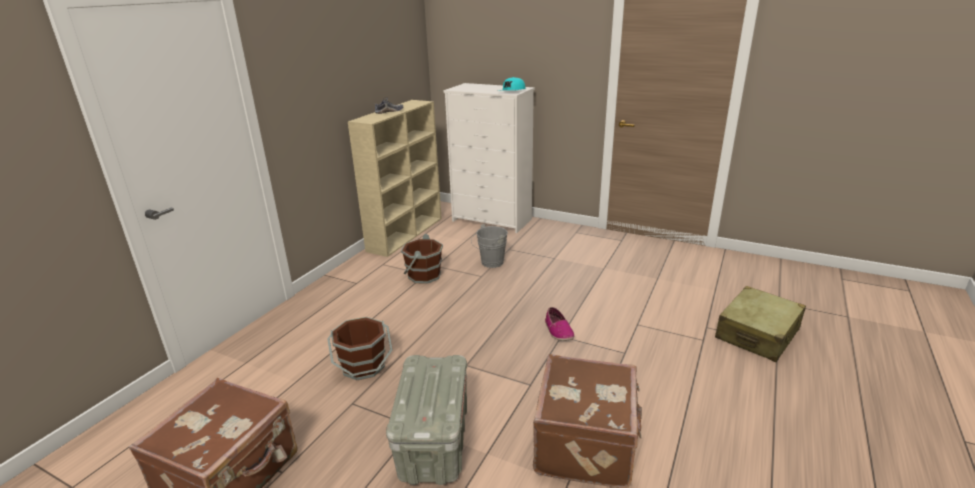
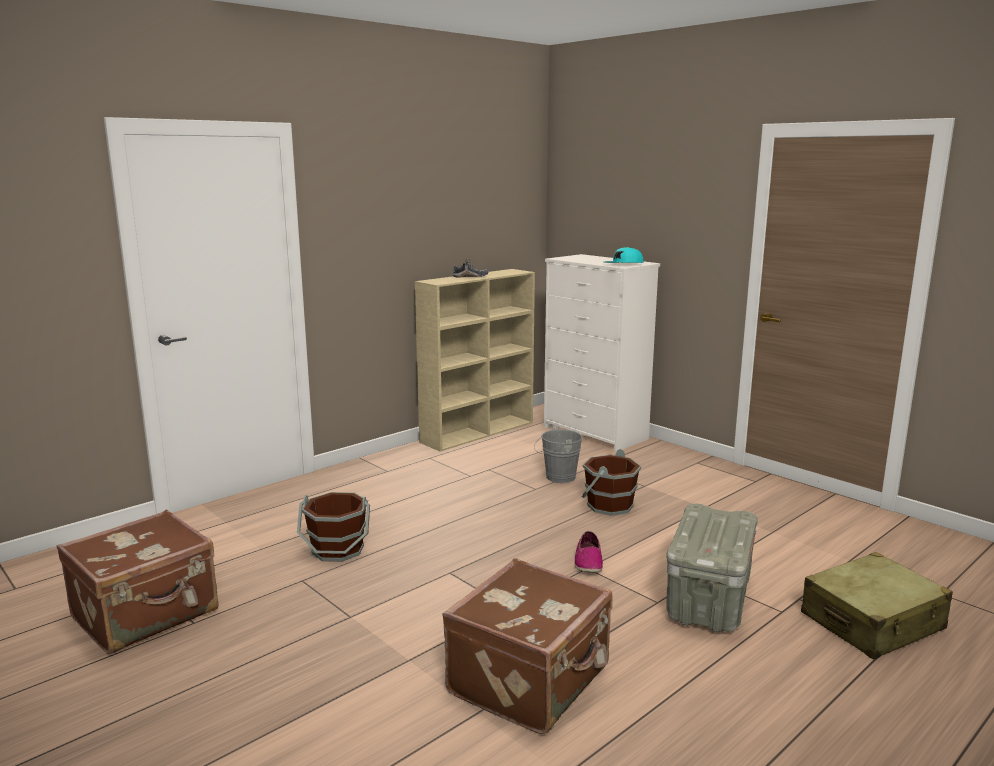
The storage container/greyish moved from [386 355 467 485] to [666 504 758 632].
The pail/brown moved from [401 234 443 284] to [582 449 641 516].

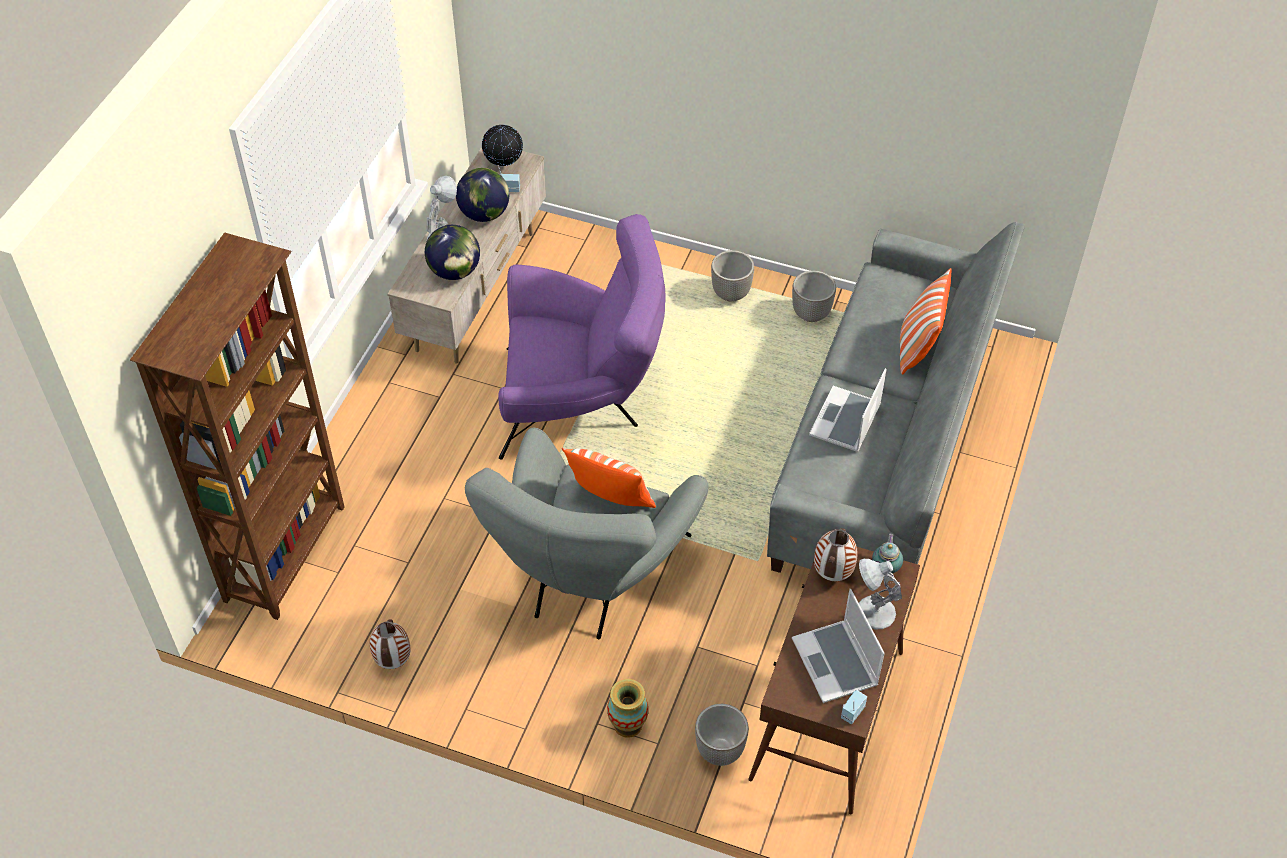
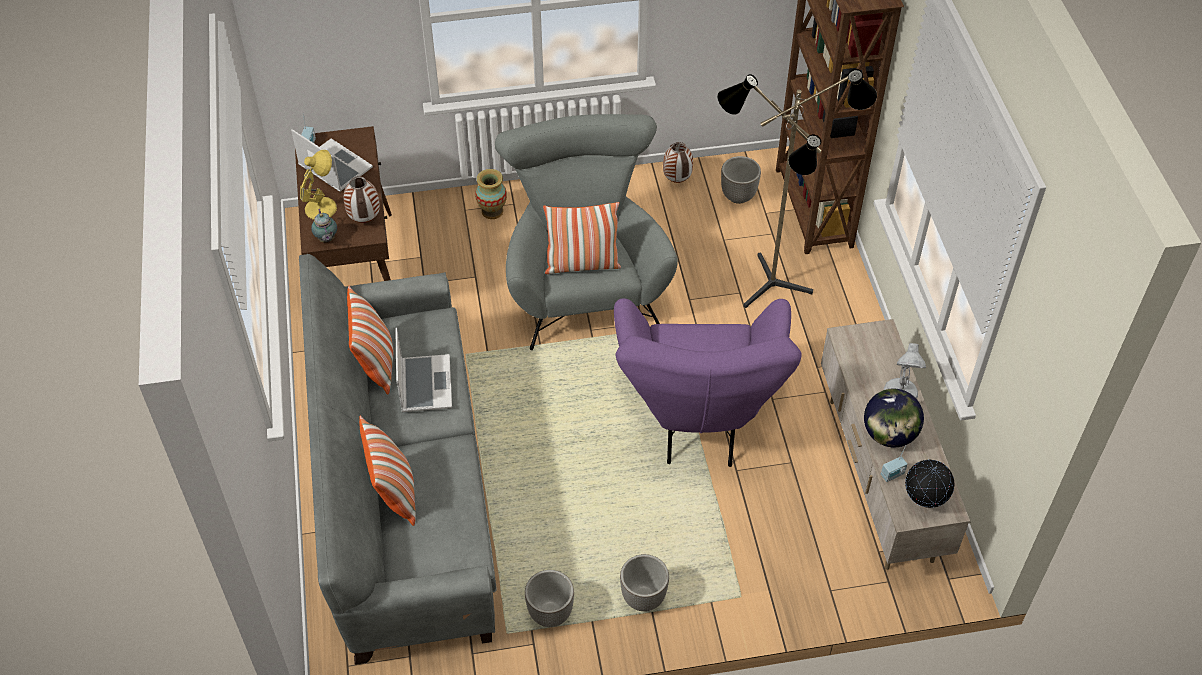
The world globe at [425 225 480 280] disappeared.
The easy chair/purple-coloured at [498 214 665 460] turned 60 degrees counterclockwise.
The plant pot moved from [695 704 749 766] to [721 156 761 204].
The tabletop lamp/whitish at [859 559 902 630] became the tabletop lamp/yellow-coloured at [300 150 337 220].
The cushion at [347 286 393 395] appeared.
The floor lamp at [717 69 877 308] appeared.

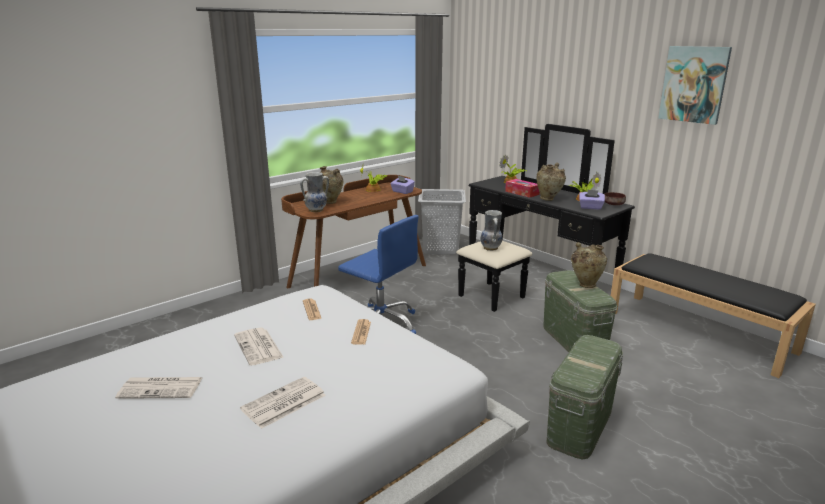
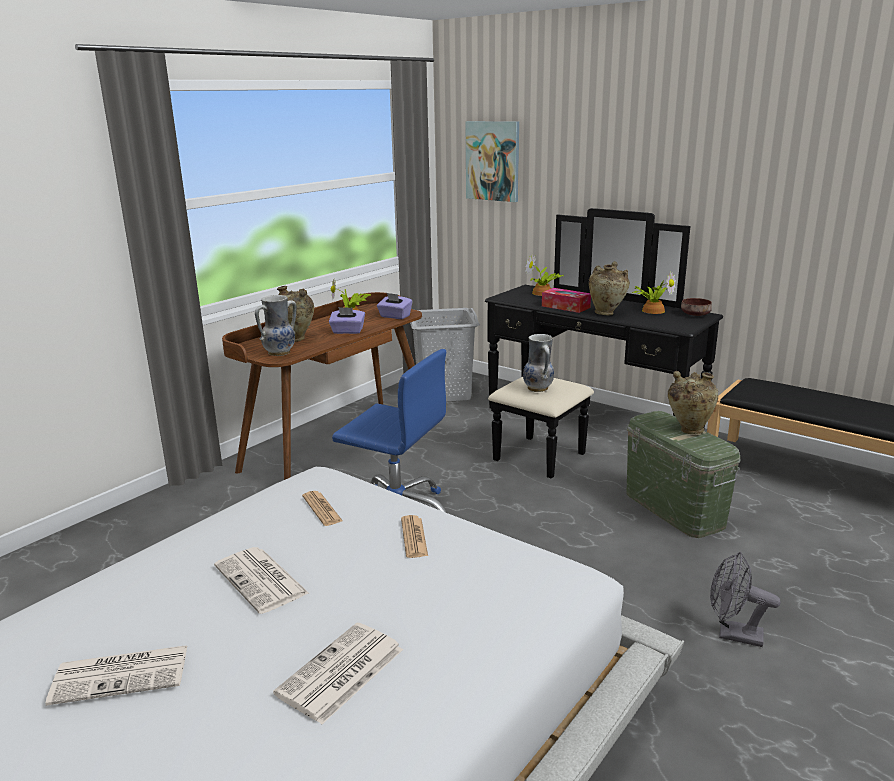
The storage container/green at [547 335 623 460] was replaced by the fan/greyish at [710 552 781 647].
The tissue holder/purple-coloured moved from [579 189 605 210] to [329 307 365 334].
The picture moved from [658 46 732 125] to [466 121 519 202].

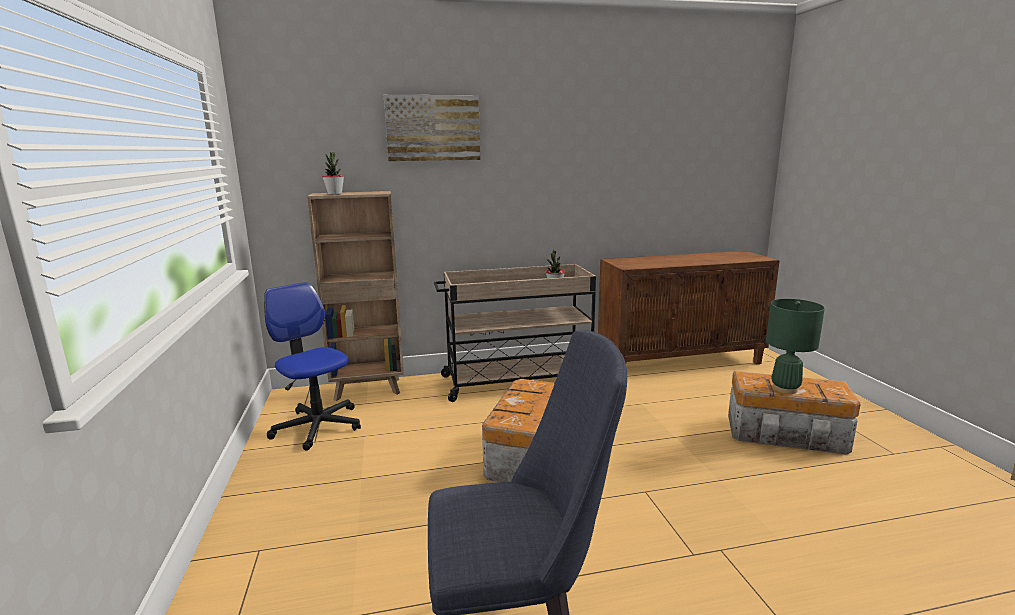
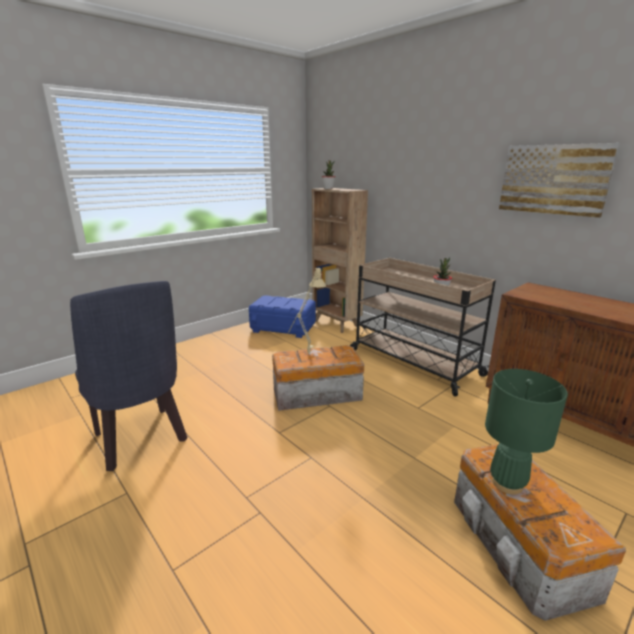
The office chair at [264 282 361 451] was replaced by the storage container/bluish at [249 295 316 338].
The picture moved from [384 95 480 162] to [499 143 620 218].
The tabletop lamp/beige at [290 268 326 353] appeared.

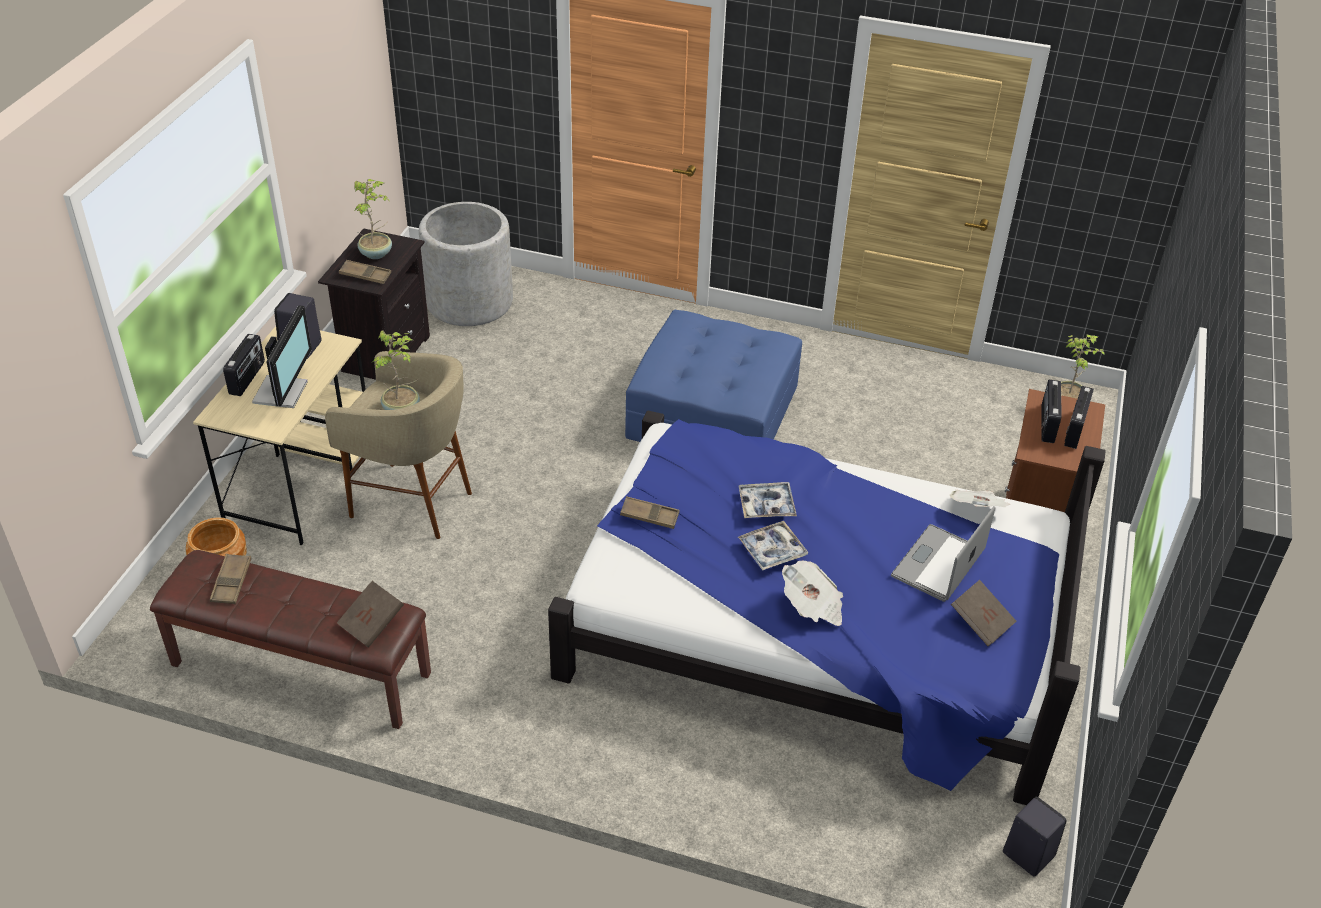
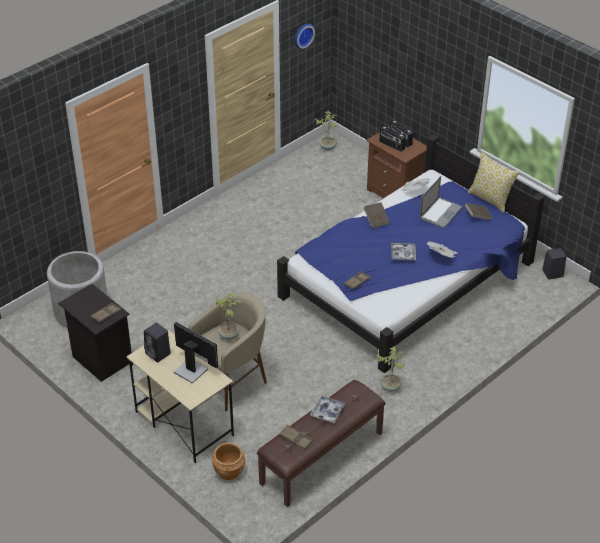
The radio at [223 334 265 396] disappeared.
The bound book/brown moved from [337 581 404 648] to [364 202 390 228].
The plant in a pot moved from [354 179 392 259] to [376 346 404 392].
The footrest/bluish at [625 310 802 442] disappeared.
The serving tray moved from [739 482 797 518] to [310 395 346 423].
The laptop at [891 506 995 602] turned 120 degrees counterclockwise.
The wall clock at [295 24 315 49] appeared.
The cushion at [468 152 519 213] appeared.

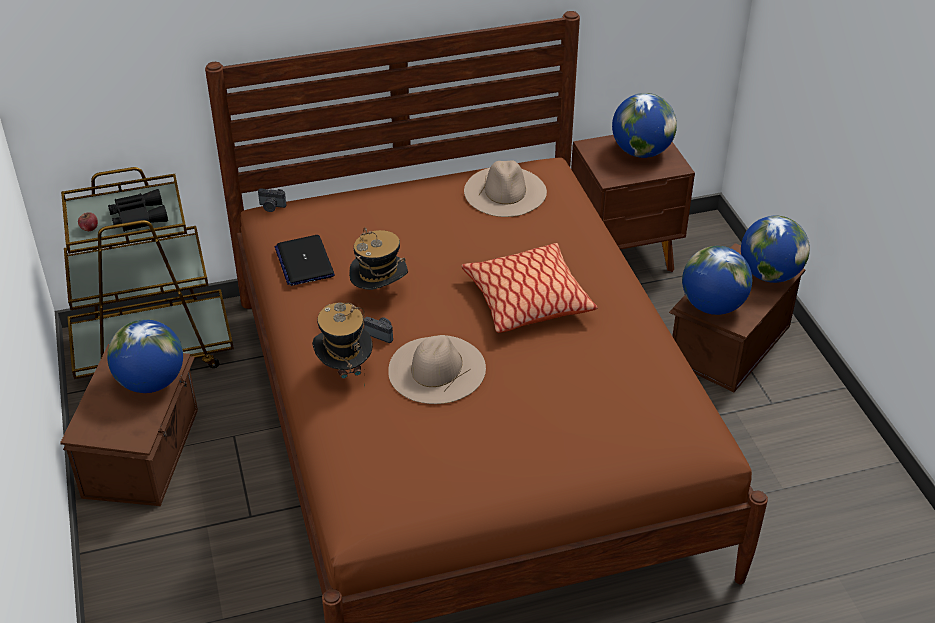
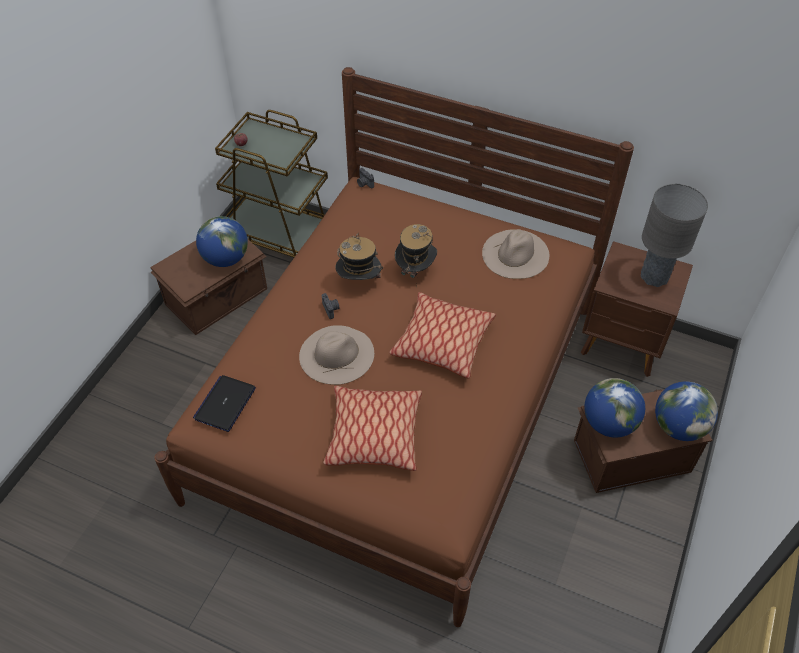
The pair of binoculars/black at [108 189 168 232] disappeared.
The laptop moved from [275 235 335 286] to [193 375 256 432].
The hat moved from [312 302 373 387] to [395 224 437 287].
The world globe at [612 93 677 158] was replaced by the tabletop lamp/greyish at [641 184 708 287].
The cushion at [323 386 422 471] appeared.

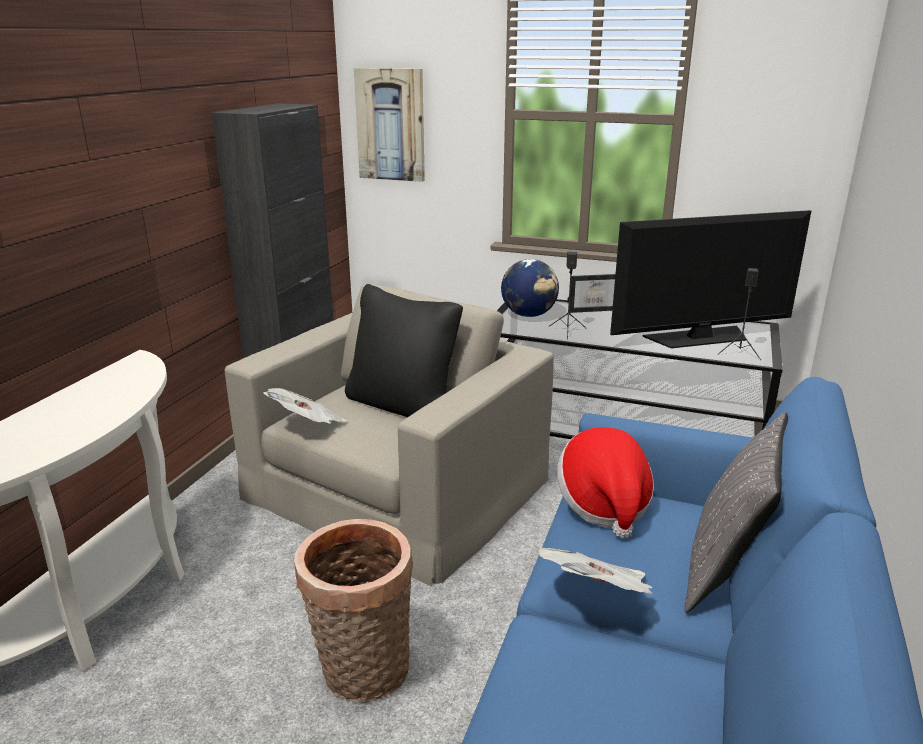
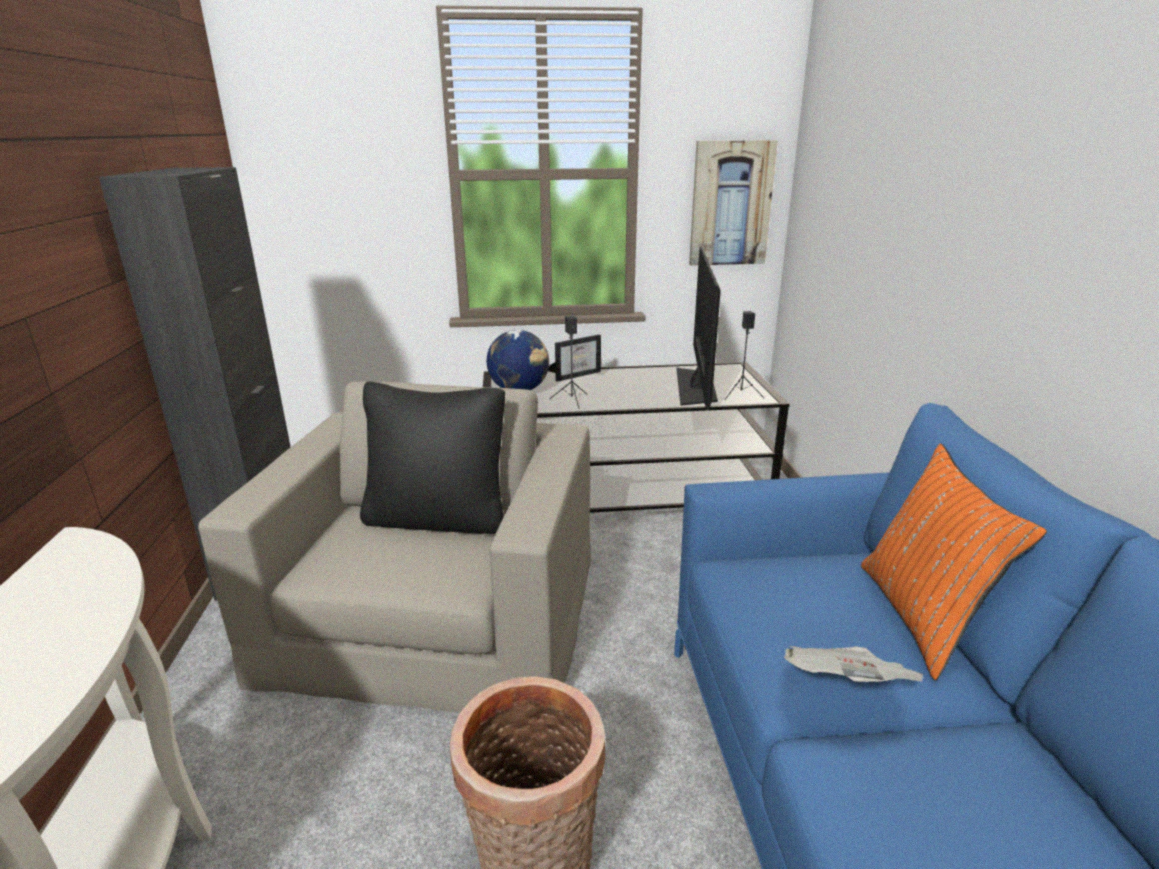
The daily paper at [263 388 347 424] disappeared.
The picture moved from [354 68 425 182] to [689 140 778 266].
The hat at [557 427 654 538] disappeared.
The TV set at [610 210 811 348] turned 45 degrees counterclockwise.
The cushion/greyish at [685 412 788 613] became the cushion/orangey at [861 444 1047 680].

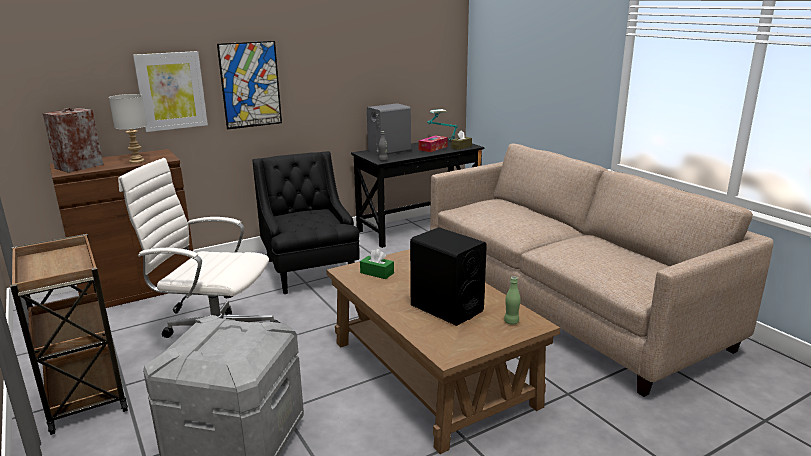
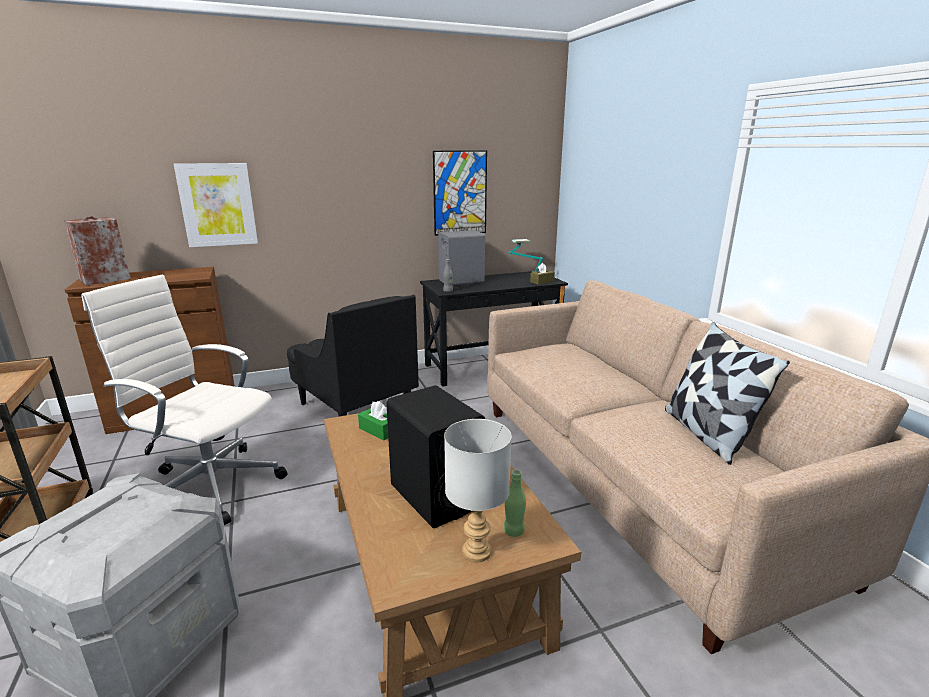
The tabletop lamp/greyish moved from [109 94 147 164] to [444 419 512 562].
The picture moved from [217 41 282 130] to [433 151 487 236].
The easy chair/black at [252 151 360 294] turned 150 degrees clockwise.
The tissue holder at [419 135 448 152] disappeared.
The cushion at [665 322 790 465] appeared.

